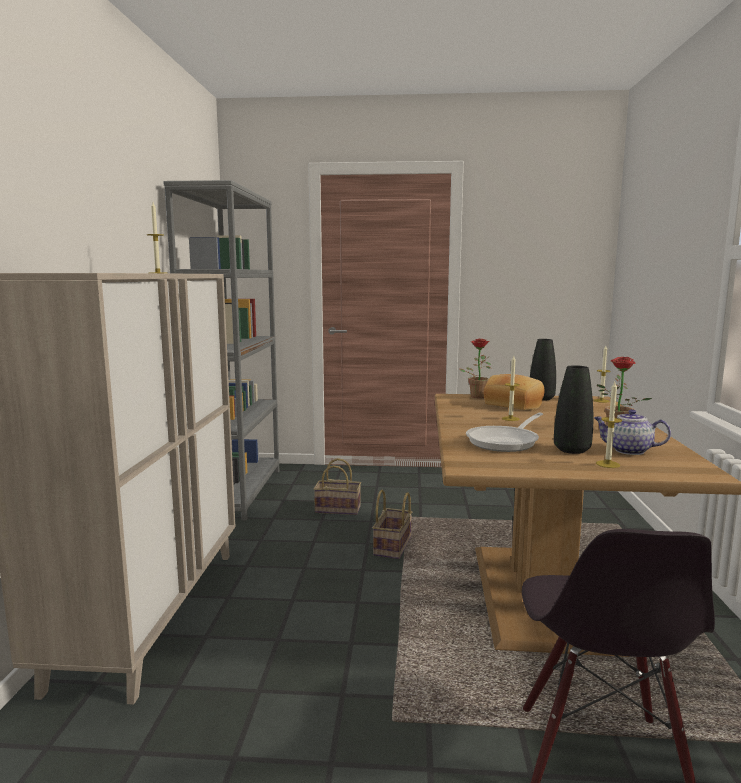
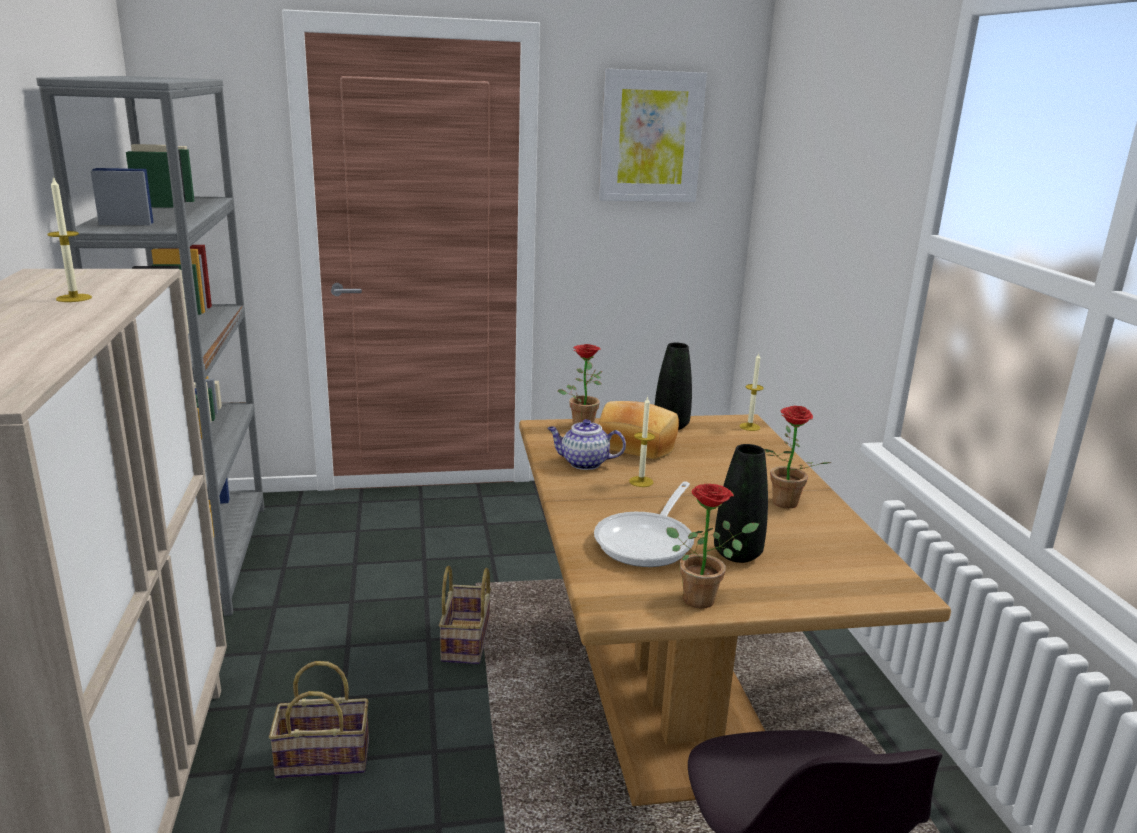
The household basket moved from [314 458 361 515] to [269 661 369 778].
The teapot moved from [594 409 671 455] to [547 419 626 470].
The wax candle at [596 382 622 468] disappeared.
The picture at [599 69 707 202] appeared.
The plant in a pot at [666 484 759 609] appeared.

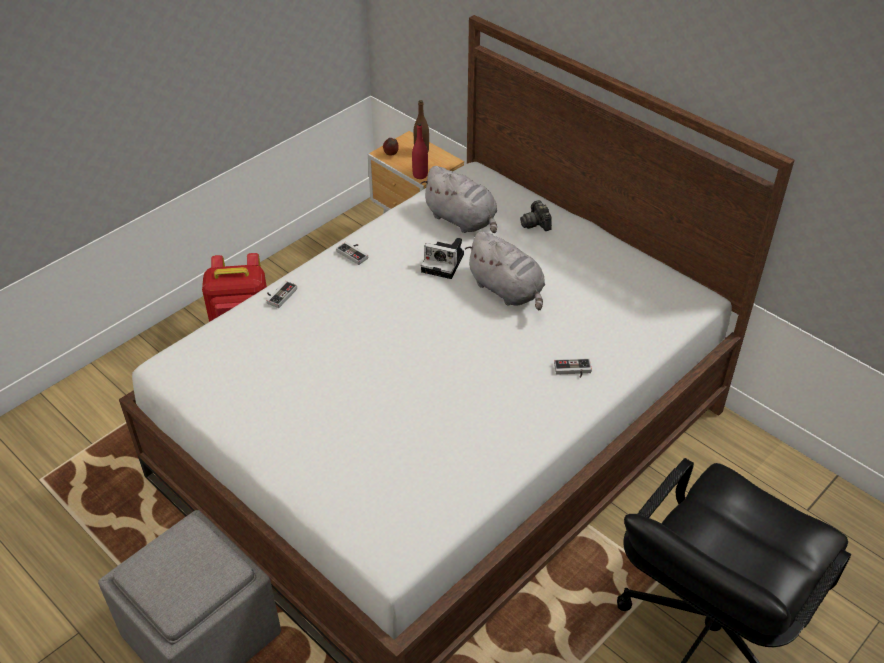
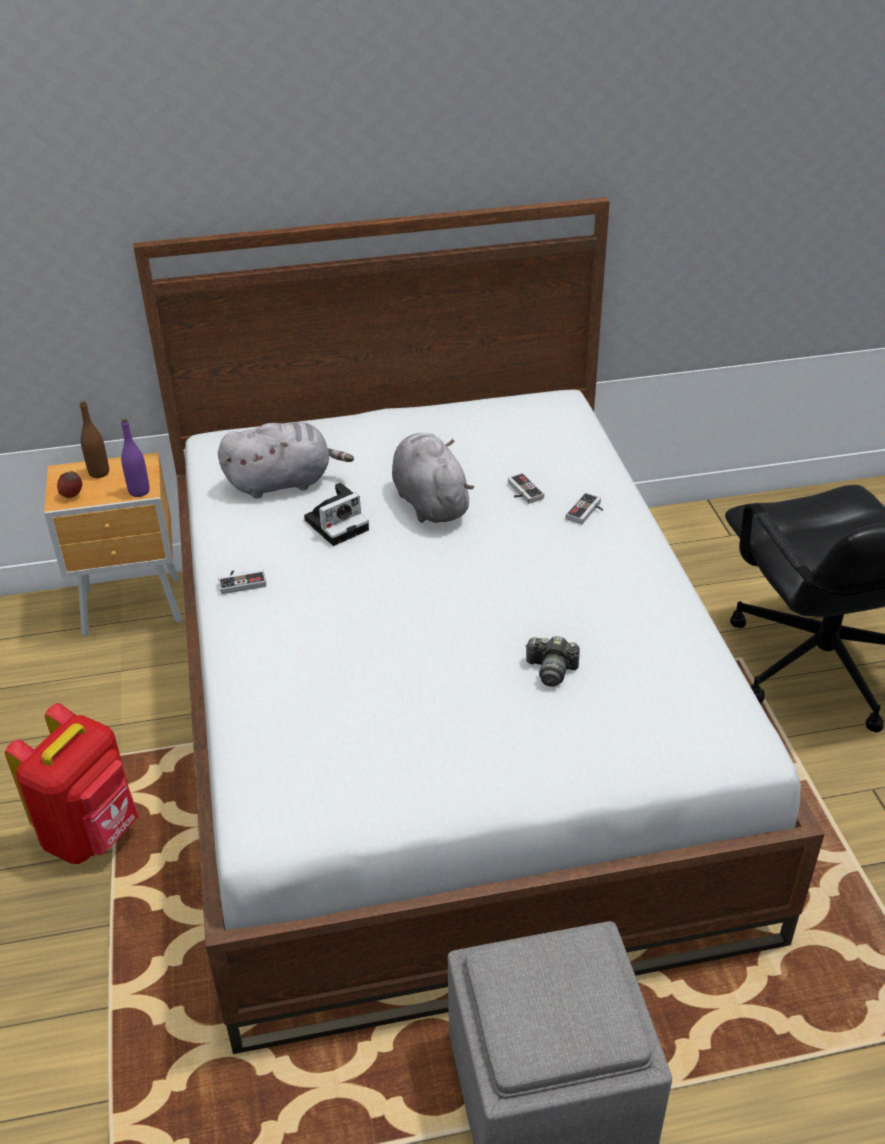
The gamepad moved from [267 281 297 308] to [508 473 544 504].
The drink bottle/red at [412 123 428 179] became the drink bottle/purple-coloured at [121 418 150 497].
The plush toy/greyish at [465 231 545 310] turned 105 degrees counterclockwise.
The photo camera moved from [520 200 552 231] to [525 636 580 687].

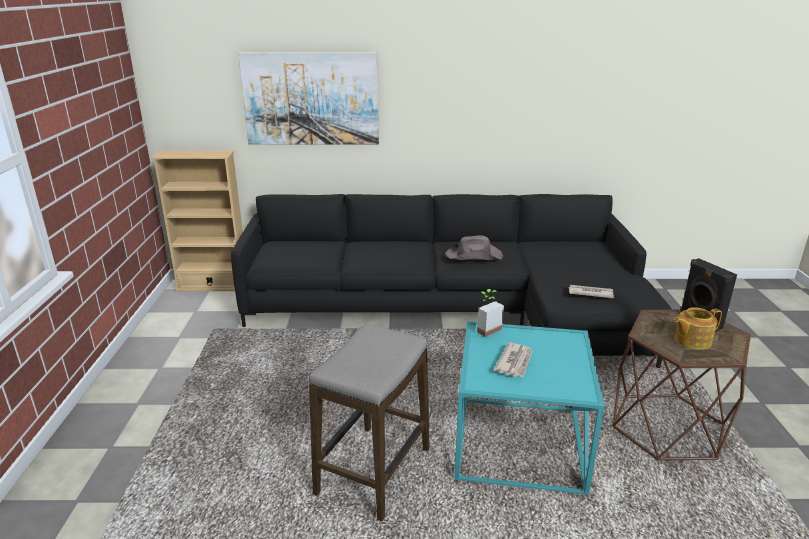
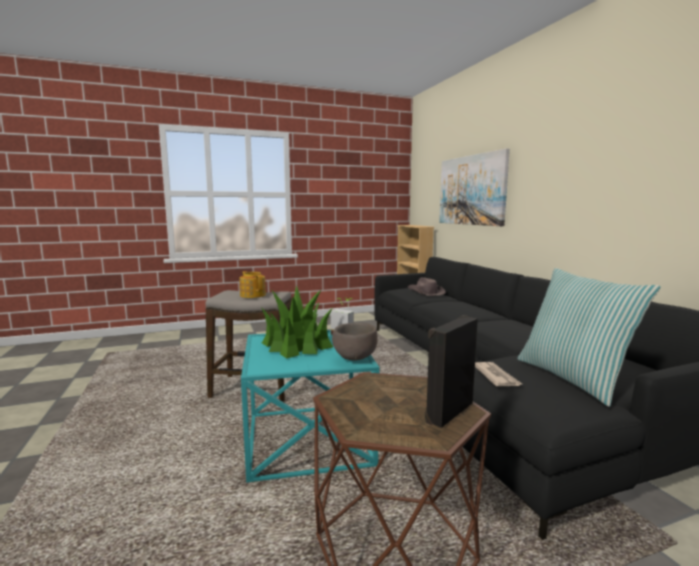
The hat/brown moved from [445 236 503 260] to [408 277 446 296].
The daily paper at [494 343 532 377] was replaced by the plant in a pot at [261 285 333 359].
The teapot moved from [674 307 722 350] to [240 271 266 298].
The deep dish/brown at [332 323 378 360] appeared.
The cushion at [517 268 660 407] appeared.

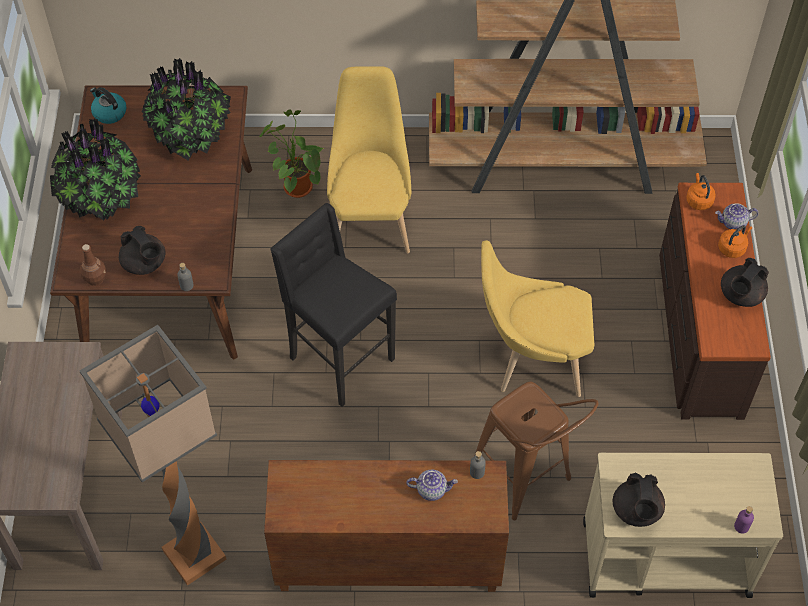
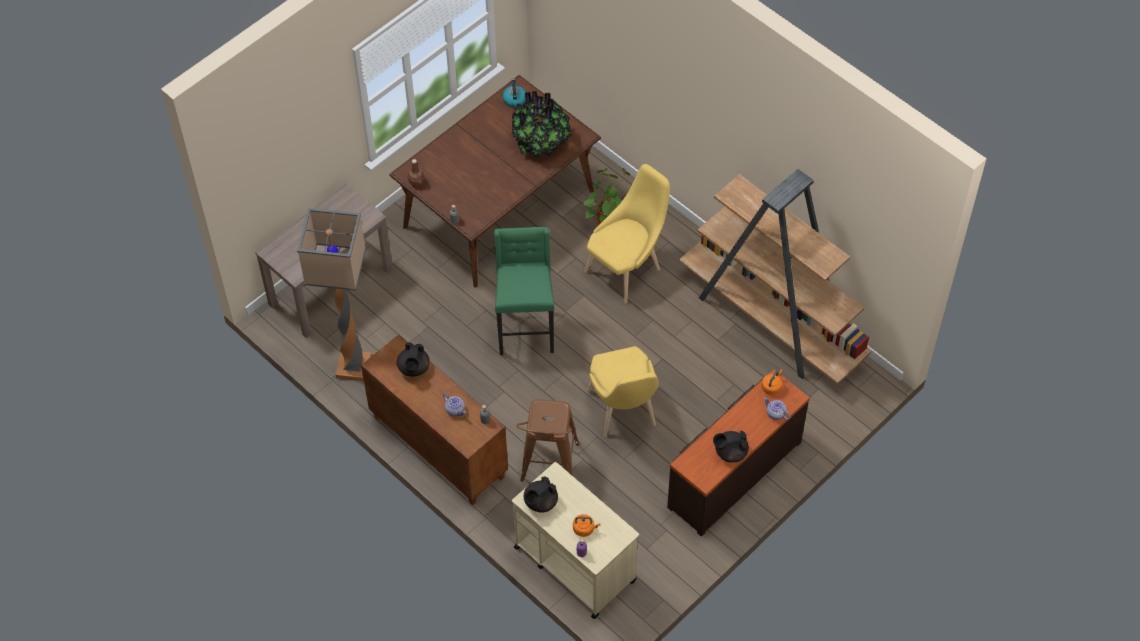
The plant in a pot at [50 118 141 220] disappeared.
The teapot/black moved from [119 226 166 275] to [397 342 430 377].
The sitting stool/black at [270 203 397 407] became the sitting stool/green at [494 227 554 355].
The plain chair/yellow-coloured at [481 240 594 397] turned 150 degrees counterclockwise.
The kettle/orangey moved from [718 225 752 258] to [573 514 601 537].

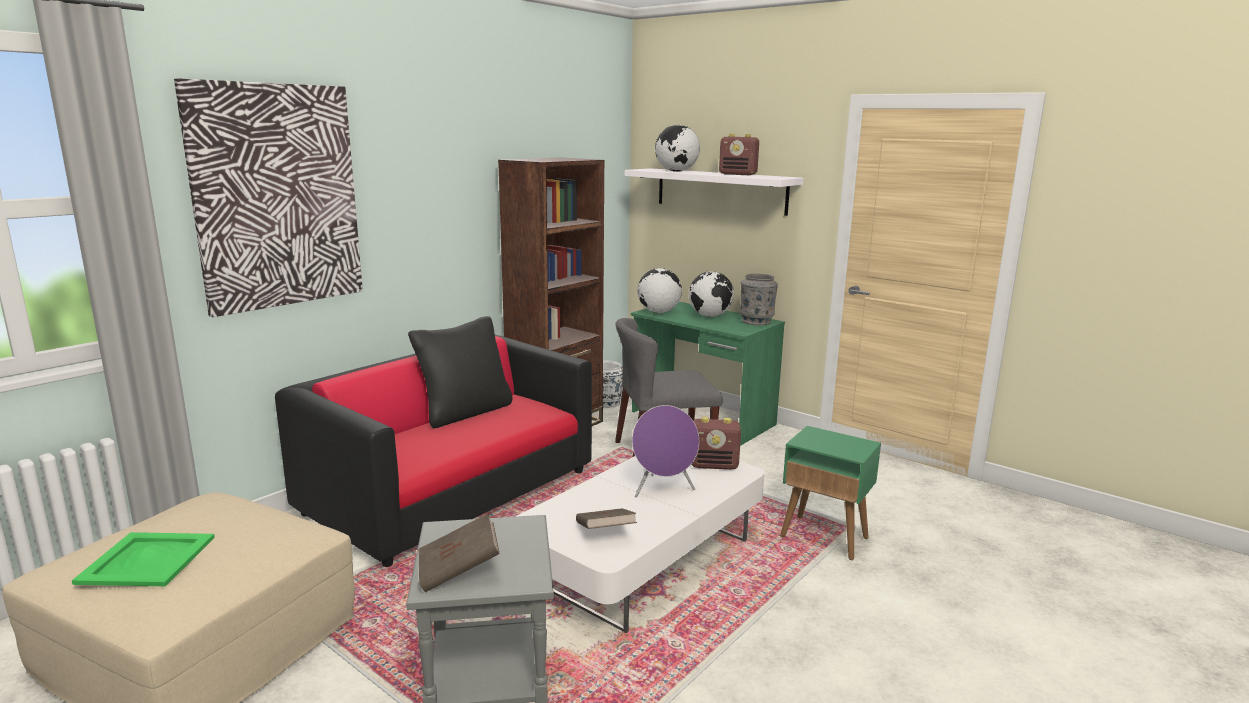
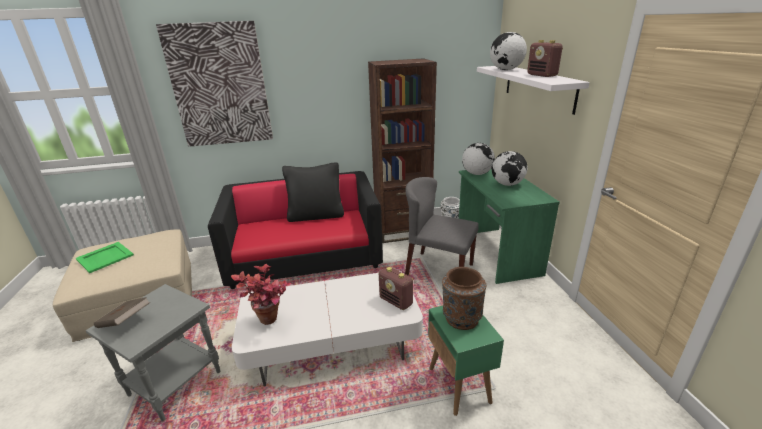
The bound book/brown at [576 508 637 529] was replaced by the plant in a pot at [231 264 291 325].
The loudspeaker/purple-coloured at [632 405 699 498] disappeared.
The vase/greyish at [740 274 778 325] disappeared.
The vase/brown at [442 267 486 330] appeared.

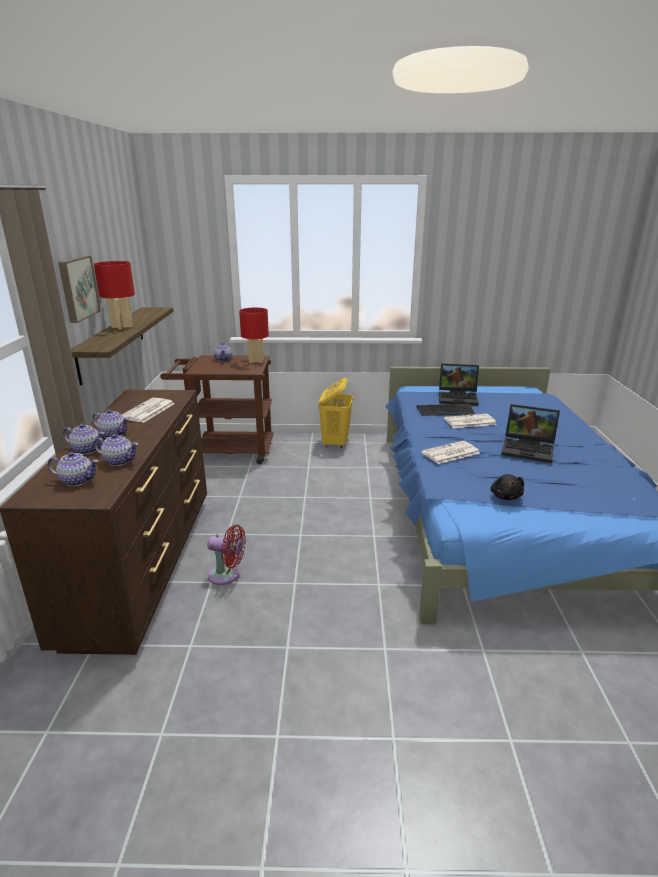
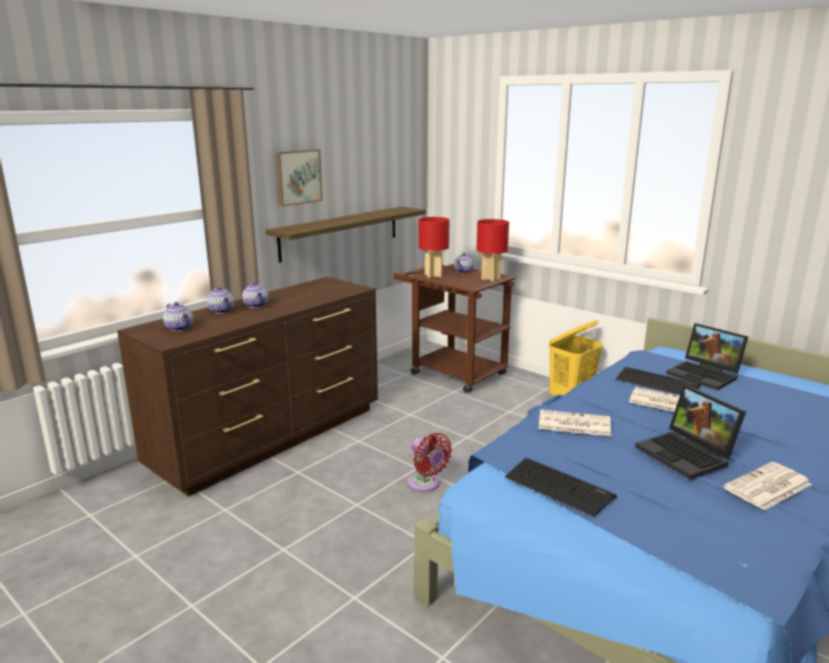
The tabletop lamp/red moved from [94 261 135 330] to [419 217 450 278].
The teapot at [94 434 138 466] disappeared.
The daily paper moved from [122 398 175 423] to [723 462 812 510].
The fan/red moved from [207 525 246 585] to [407 433 452 492].
The plush toy/black at [490 474 524 500] was replaced by the keyboard at [505 458 617 517].

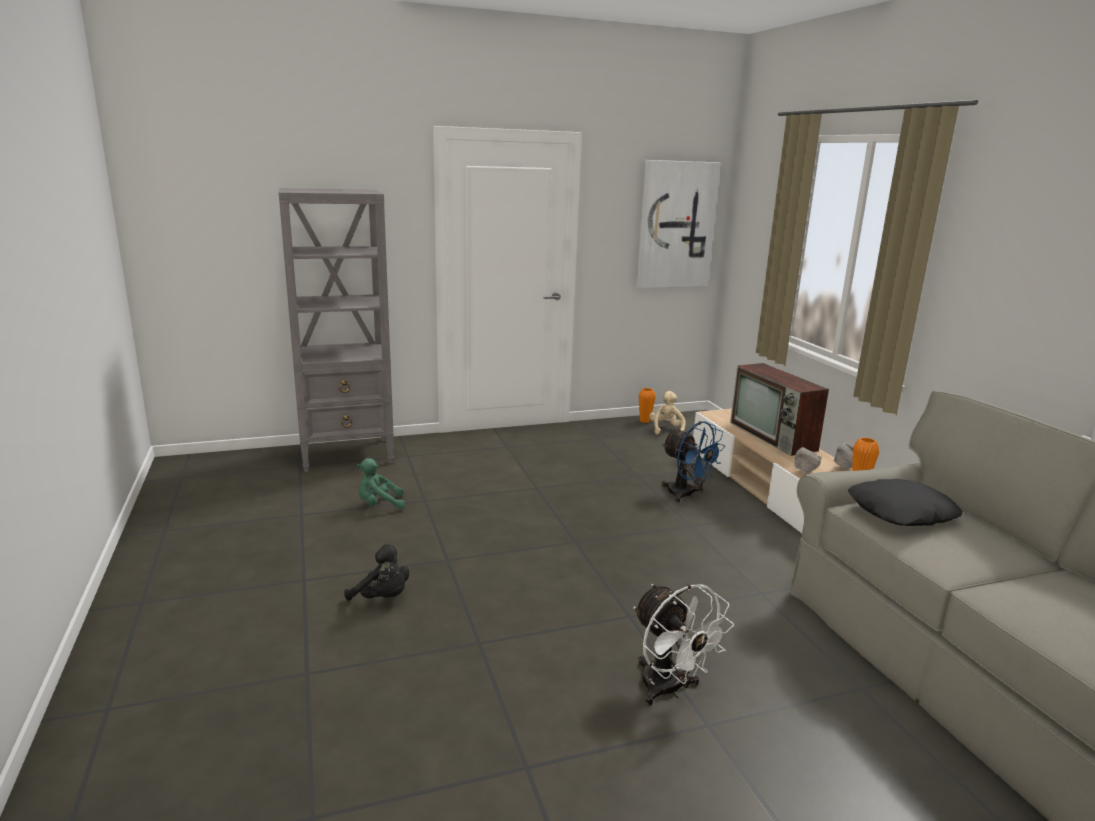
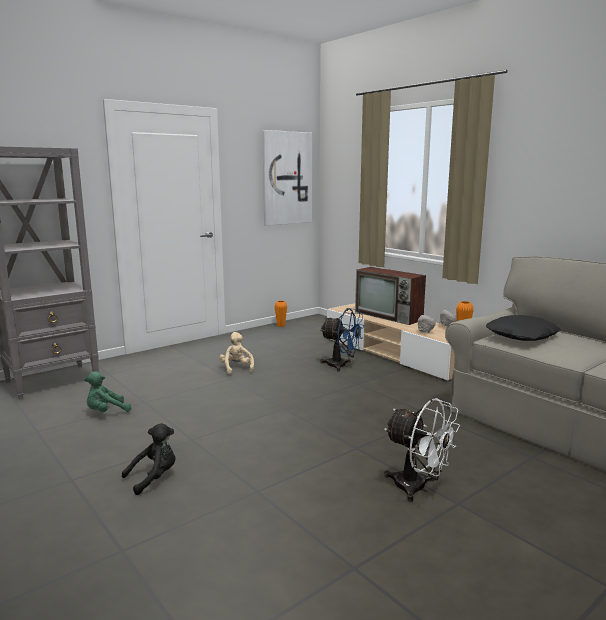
The plush toy/black at [344 544 409 601] turned 45 degrees counterclockwise.
The plush toy/beige moved from [649 391 685 435] to [219 332 254 375].

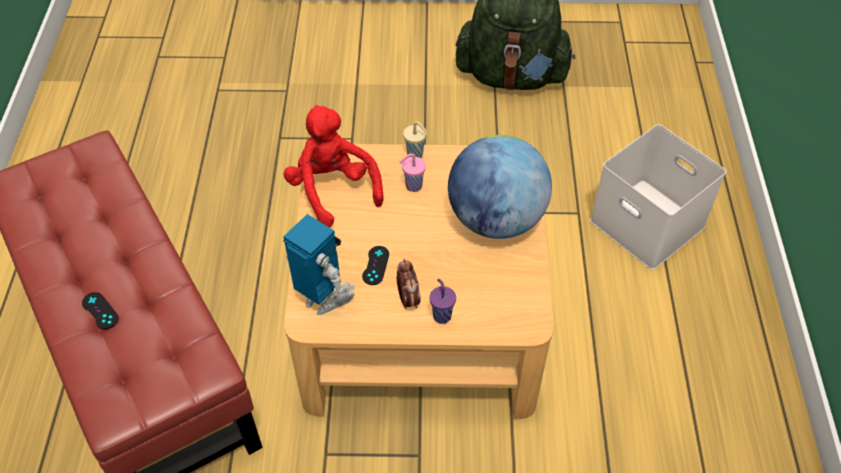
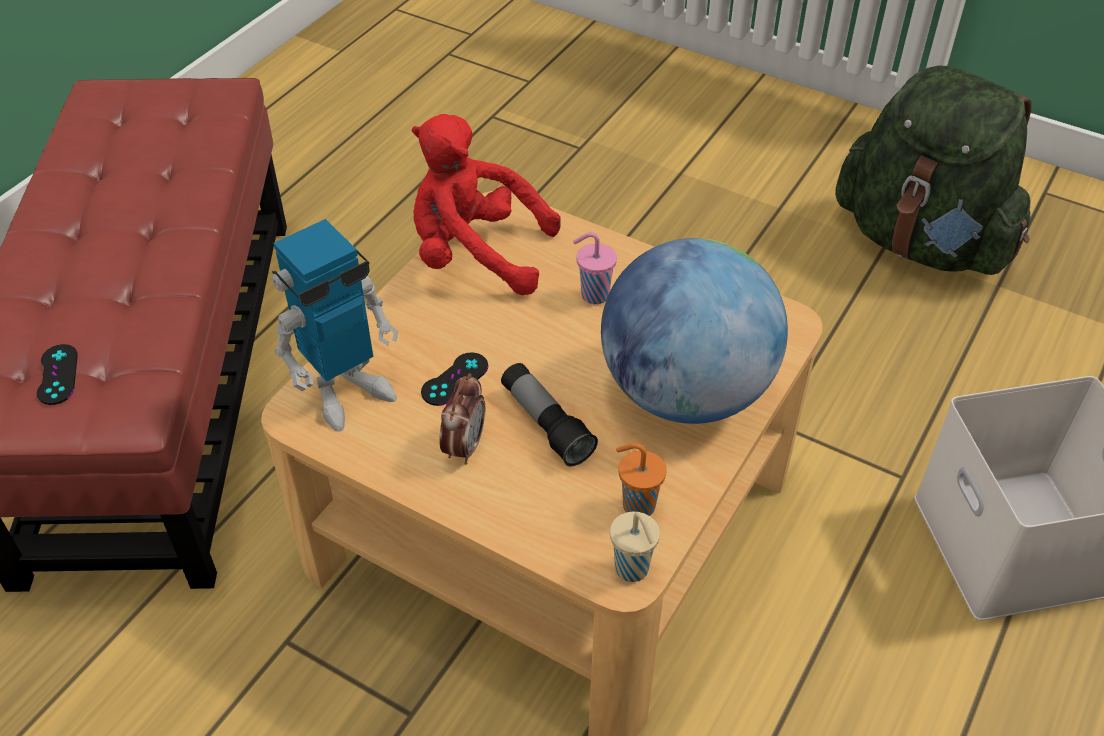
The gamepad/black moved from [82 292 119 329] to [37 344 78 405].
The plush toy/red at [283 105 384 228] turned 75 degrees counterclockwise.
The robot figure at [283 214 355 315] turned 75 degrees clockwise.
The cup/beige moved from [403 121 427 158] to [610 512 660 582].
The cup/purple-coloured at [430 279 456 324] disappeared.
The torch at [501 363 598 466] appeared.
The cup/orangey at [616 443 666 516] appeared.

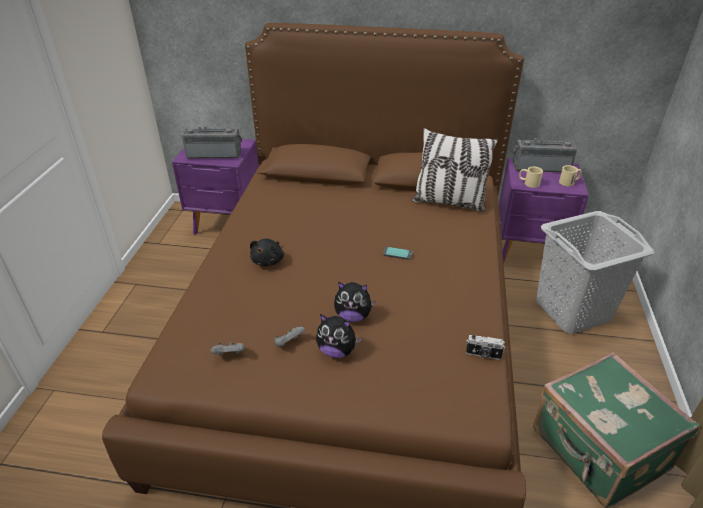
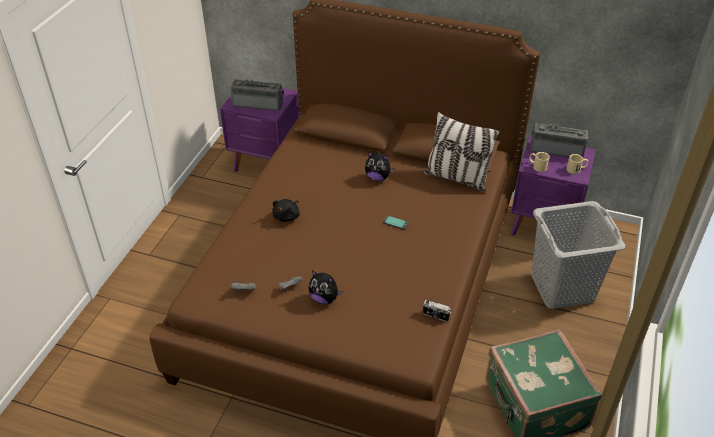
The plush toy moved from [334 282 376 322] to [365 151 394 181].

